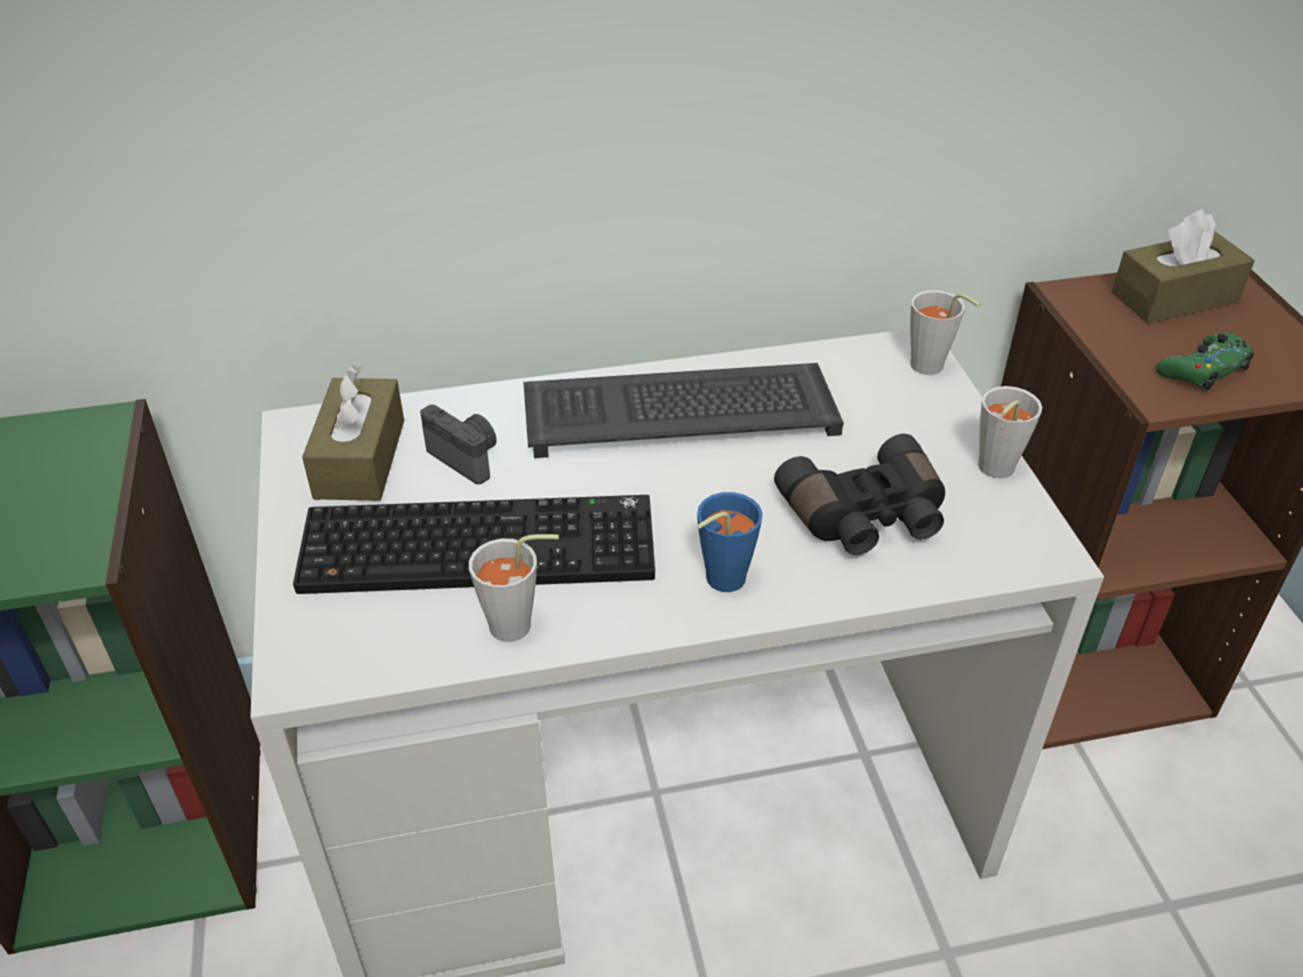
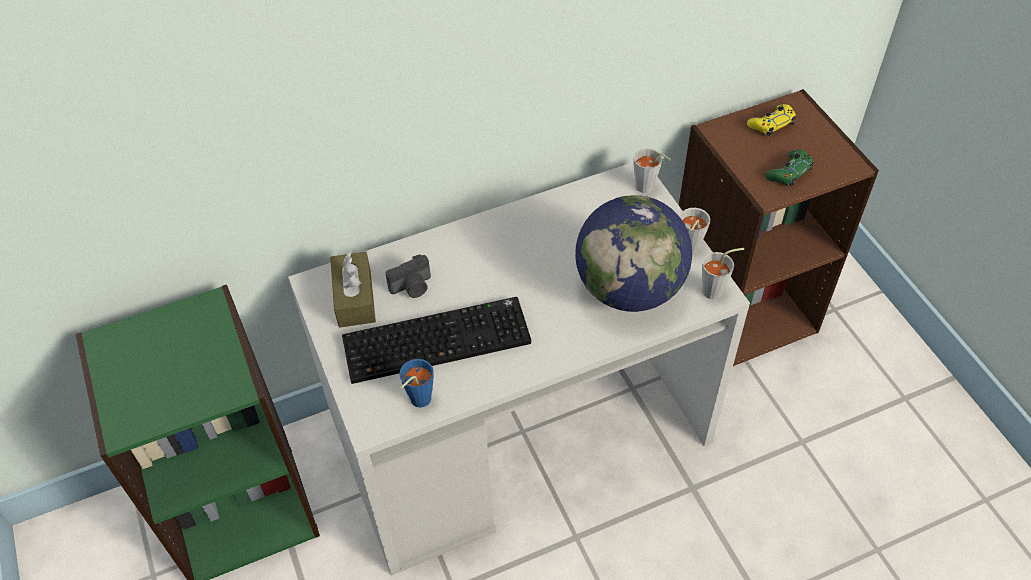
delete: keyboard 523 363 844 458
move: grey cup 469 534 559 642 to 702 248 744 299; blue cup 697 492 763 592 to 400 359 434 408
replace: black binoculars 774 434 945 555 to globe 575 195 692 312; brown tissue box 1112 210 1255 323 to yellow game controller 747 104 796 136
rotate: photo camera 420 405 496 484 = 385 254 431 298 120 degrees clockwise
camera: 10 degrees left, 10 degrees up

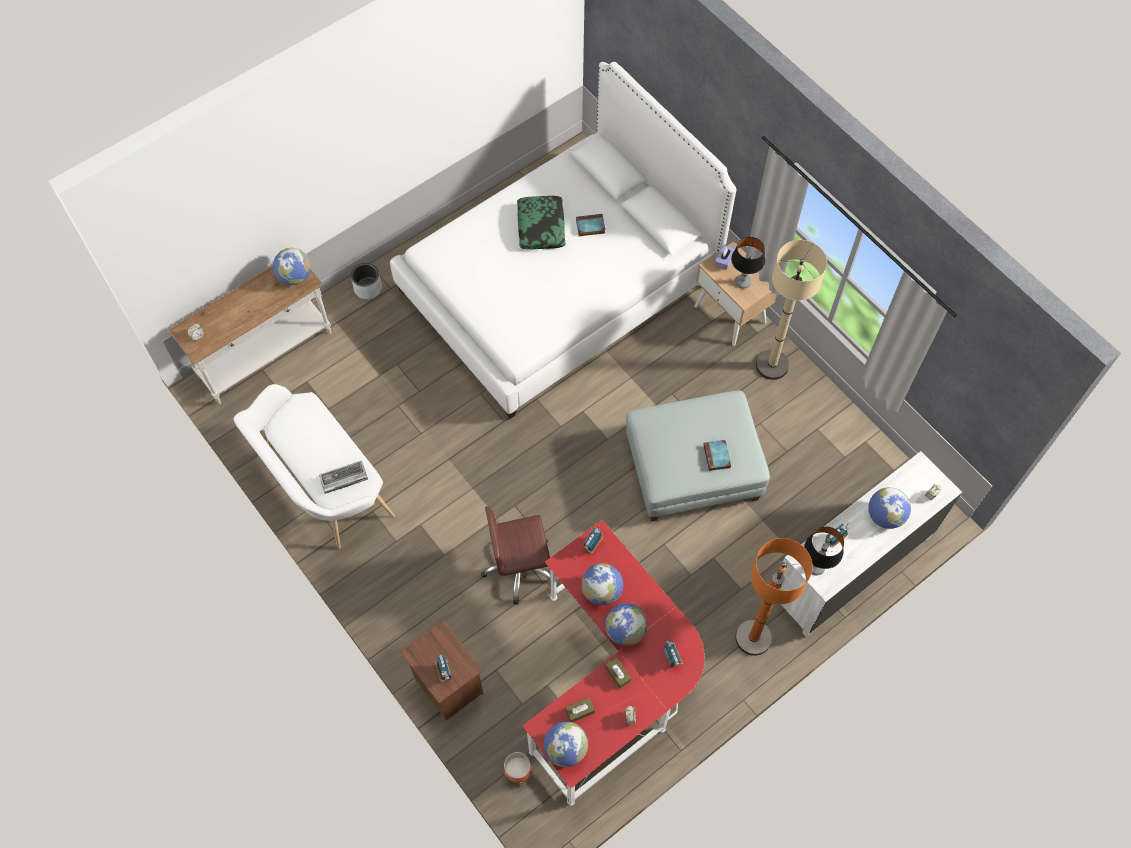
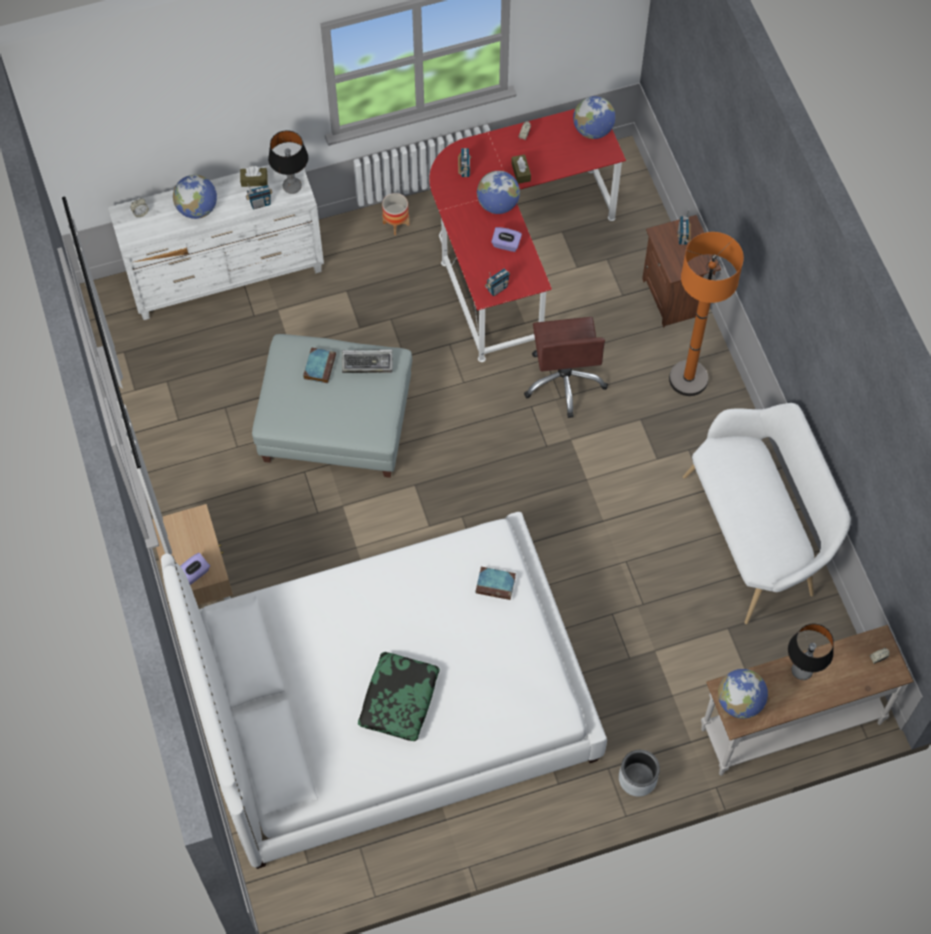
delete: beige floor lamp 756 240 827 380
move: keyboard 319 461 368 494 to 342 349 393 373; planter 504 752 532 786 to 382 193 410 235; brown tissue box 565 697 595 722 to 240 166 268 187; book 576 214 605 236 to 476 567 516 600; table lamp 731 237 765 288 to 788 624 834 680; orange floor lamp 735 538 813 656 to 669 232 744 396
replace: globe 581 563 623 605 to purple tissue box 491 227 522 252
rotate: brown office chair 481 506 557 605 = 524 317 608 418 75 degrees clockwise
camera: 160 degrees left, 0 degrees up

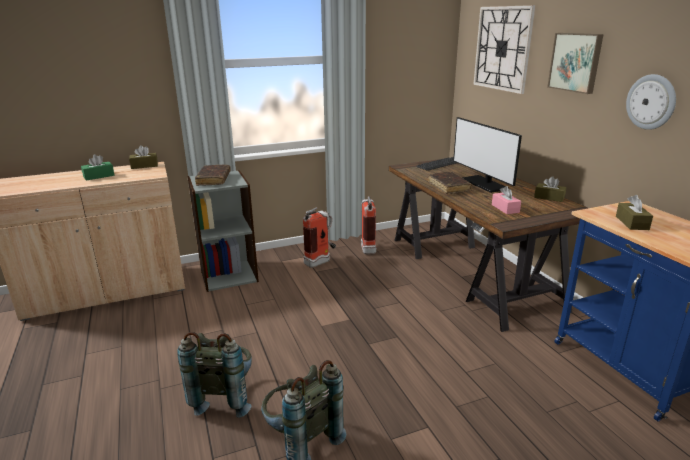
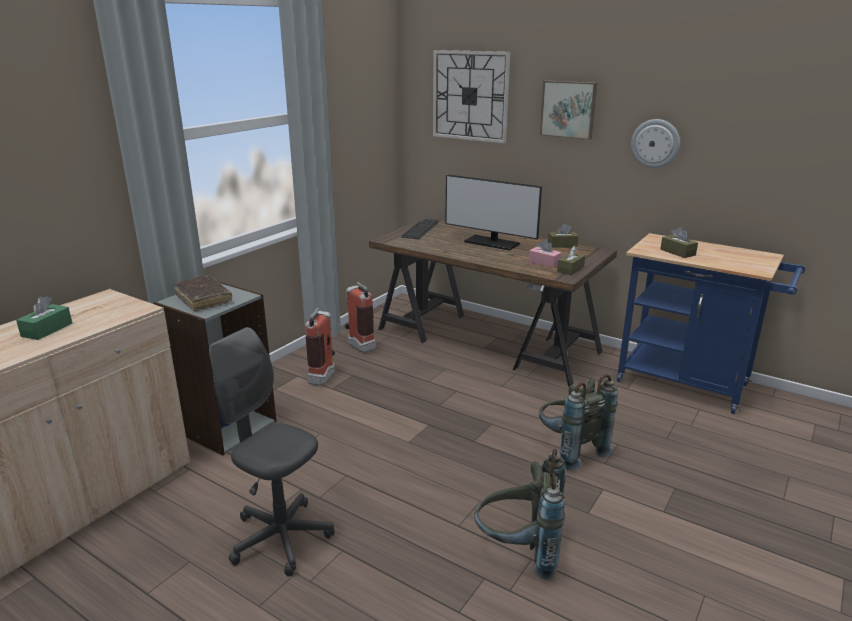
delete: brown book 428 172 472 194
insert: grey office chair 209 327 335 577
move: brown tissue box 129 145 158 169 to 557 246 585 275; grey backpack 178 332 252 418 to 539 374 618 471
camera: 35 degrees left, 0 degrees up

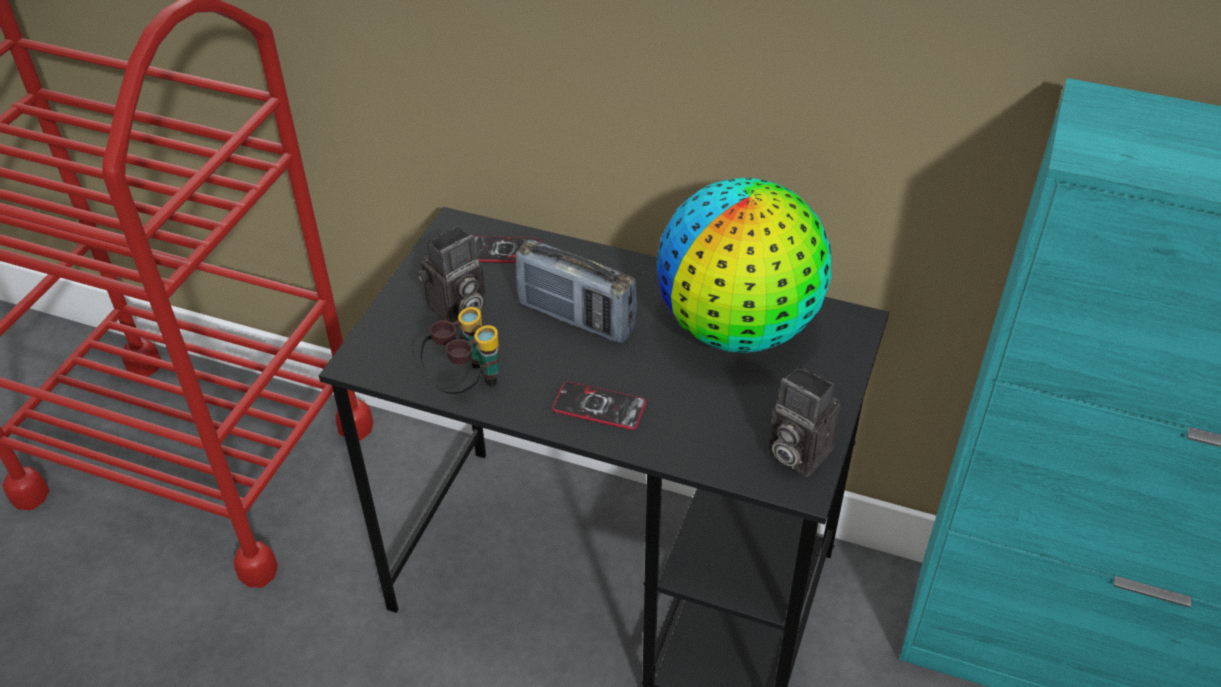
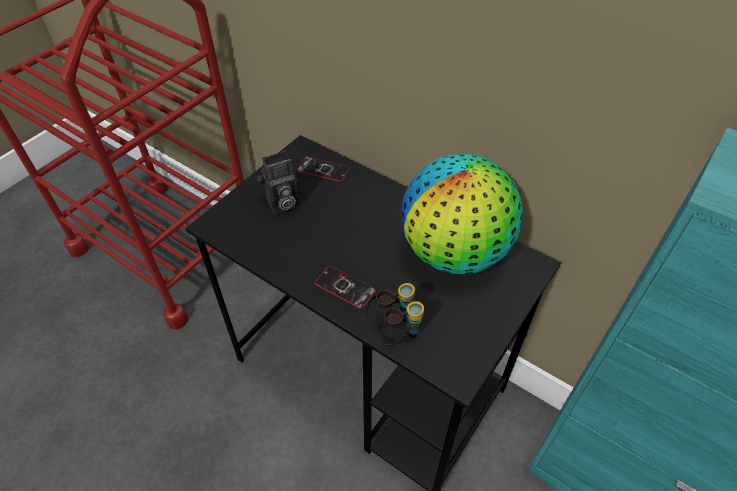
delete: radio 515 239 637 343; photo camera 768 366 841 476
move: binoculars 420 307 500 394 to 366 283 424 346
camera: 15 degrees right, 5 degrees up

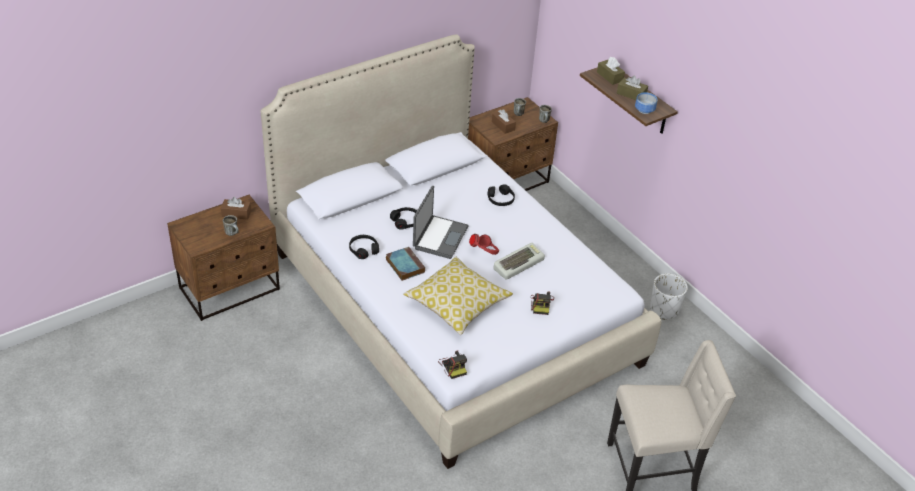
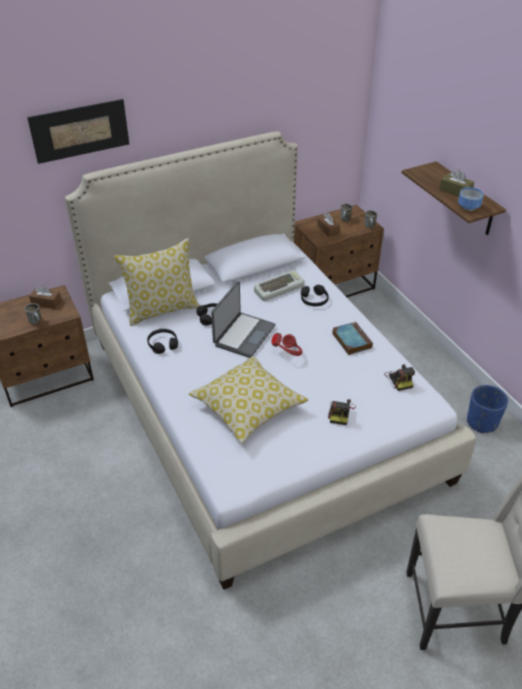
delete: brown tissue box 597 57 625 85
insert: picture 27 99 129 164; pillow 114 238 200 326
move: book 386 247 425 281 to 332 322 373 355; photo camera 438 350 467 379 to 384 364 415 391; keyboard 493 243 545 280 to 254 270 304 301
recolor: white planter 650 274 688 320 to blue planter 467 385 508 433
camera: 10 degrees right, 0 degrees up

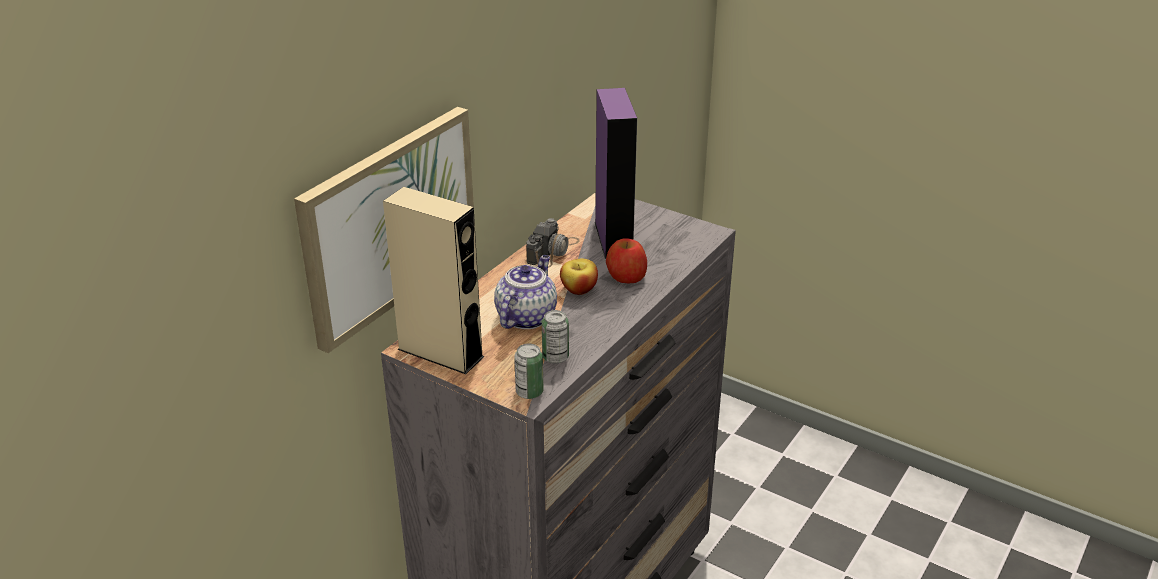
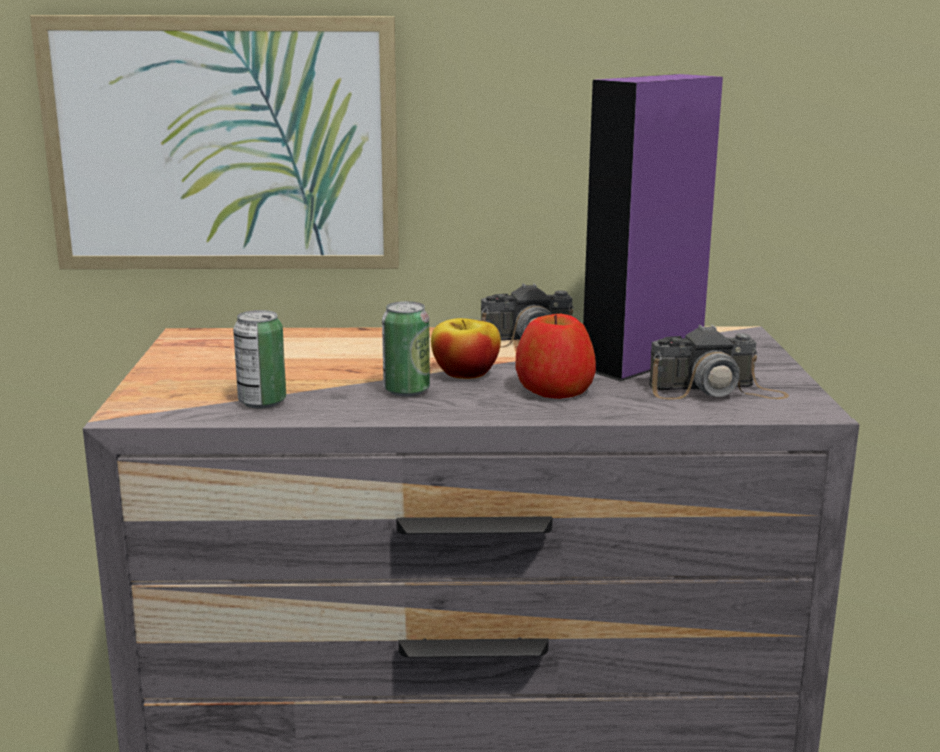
delete: beige speaker 383 187 484 374; teapot 494 255 557 329
insert: photo camera 649 324 789 400
move: can 514 343 543 399 to 382 301 430 397
camera: 55 degrees right, 15 degrees down

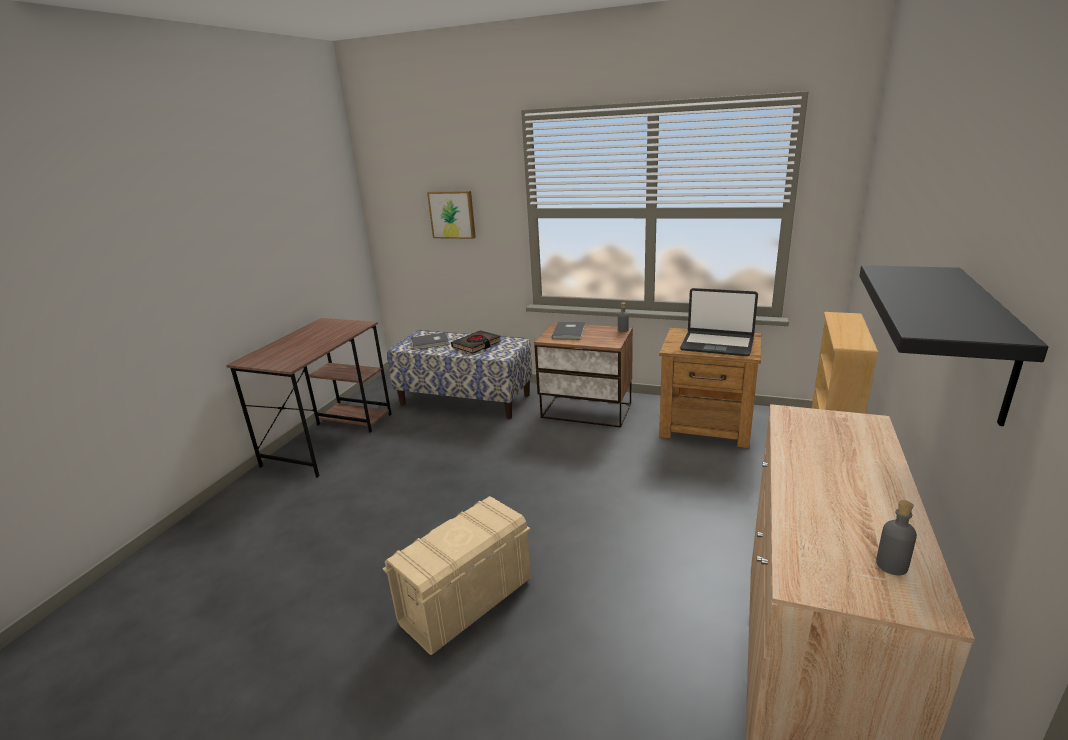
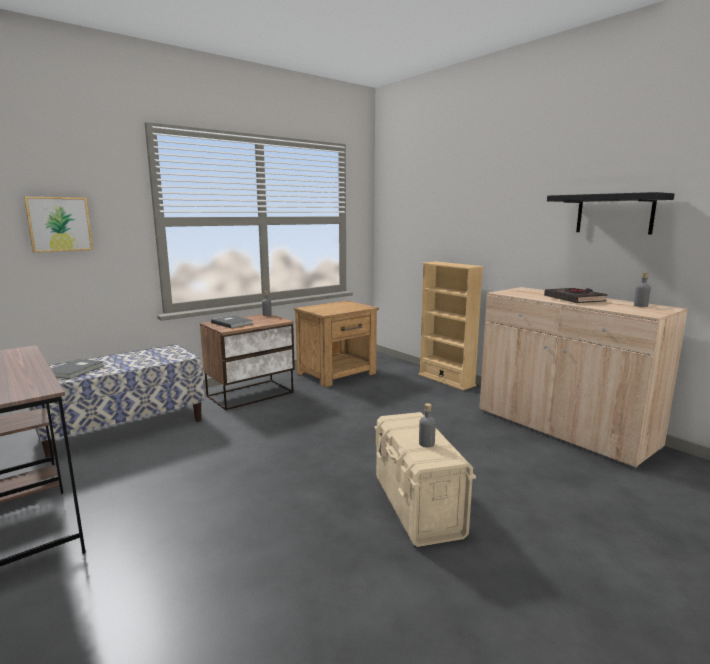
delete: laptop 680 288 758 356
insert: grey bottle 419 403 436 447
move: black book 451 330 501 354 to 544 288 608 303
camera: 60 degrees left, 10 degrees down

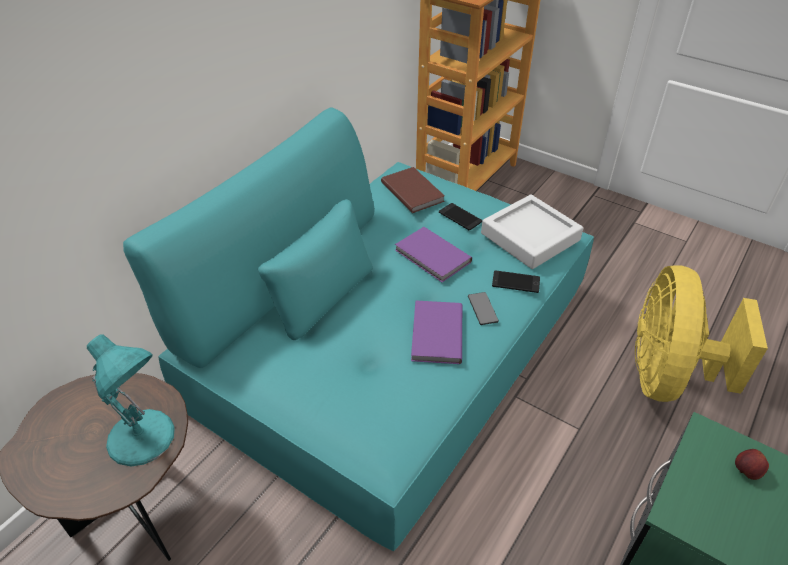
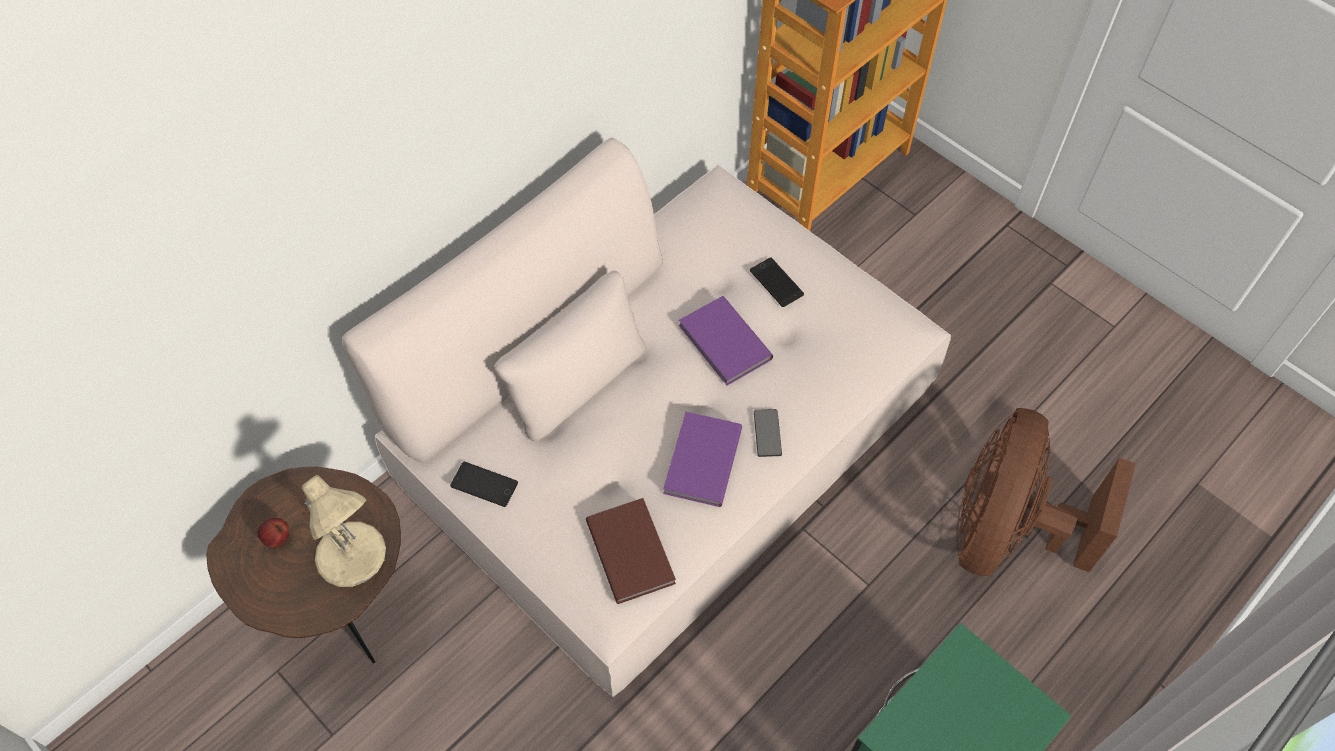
delete: grey tray 481 194 583 269
move: brown book 381 167 445 213 to 586 498 676 604; phone 492 270 540 293 to 450 462 518 507; apple 735 449 769 480 to 258 518 289 548
recolor: turquoise table lamp 87 334 175 466 to beige table lamp 302 475 386 587; turquoise sofa 123 108 594 551 to beige sofa 342 138 951 697; yellow fan 635 265 768 402 to brown fan 956 408 1136 576
camera: 10 degrees right, 15 degrees up

